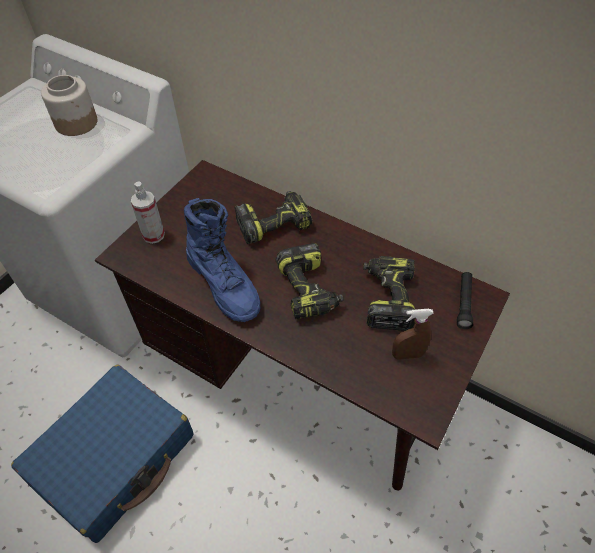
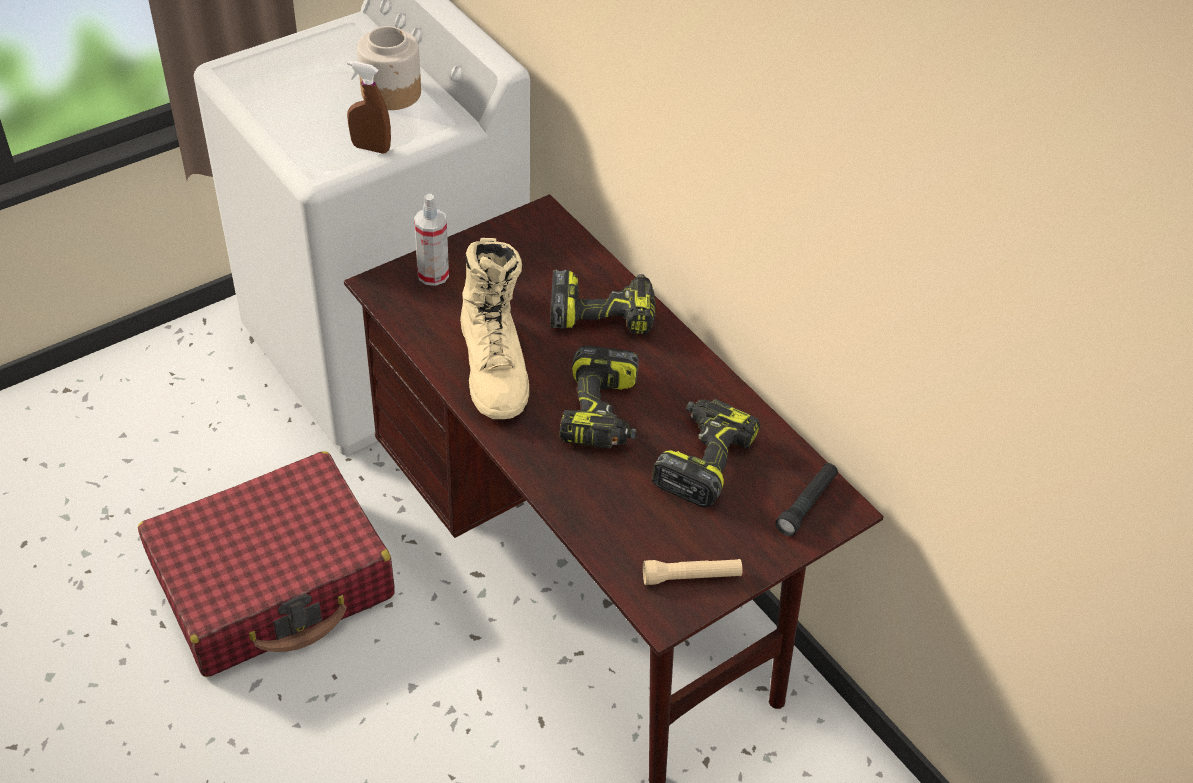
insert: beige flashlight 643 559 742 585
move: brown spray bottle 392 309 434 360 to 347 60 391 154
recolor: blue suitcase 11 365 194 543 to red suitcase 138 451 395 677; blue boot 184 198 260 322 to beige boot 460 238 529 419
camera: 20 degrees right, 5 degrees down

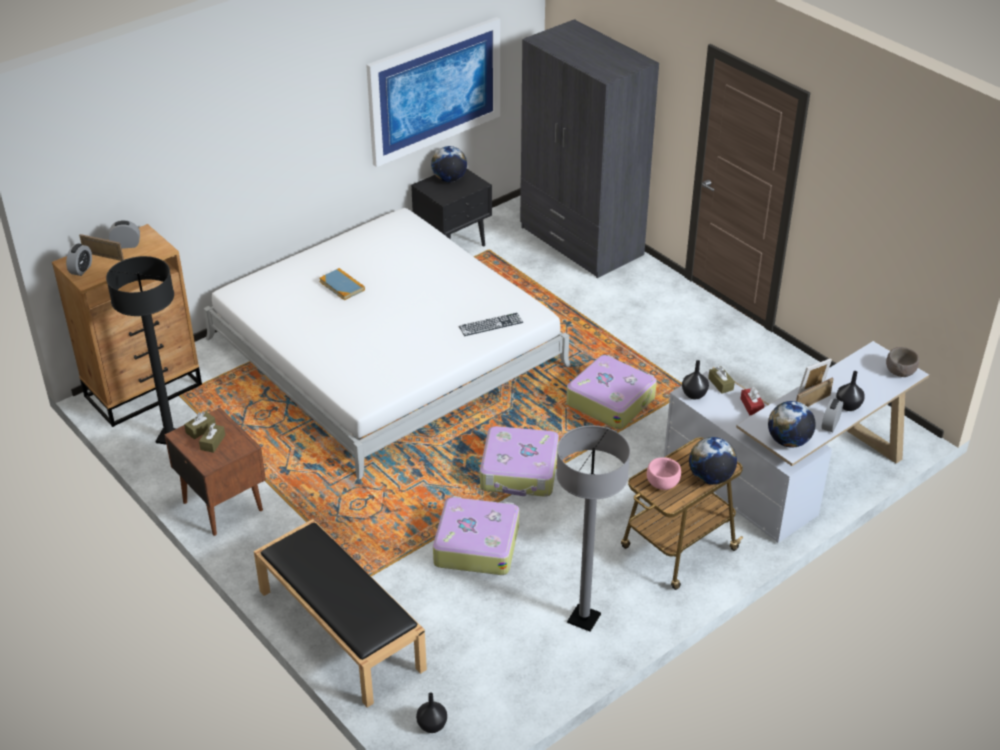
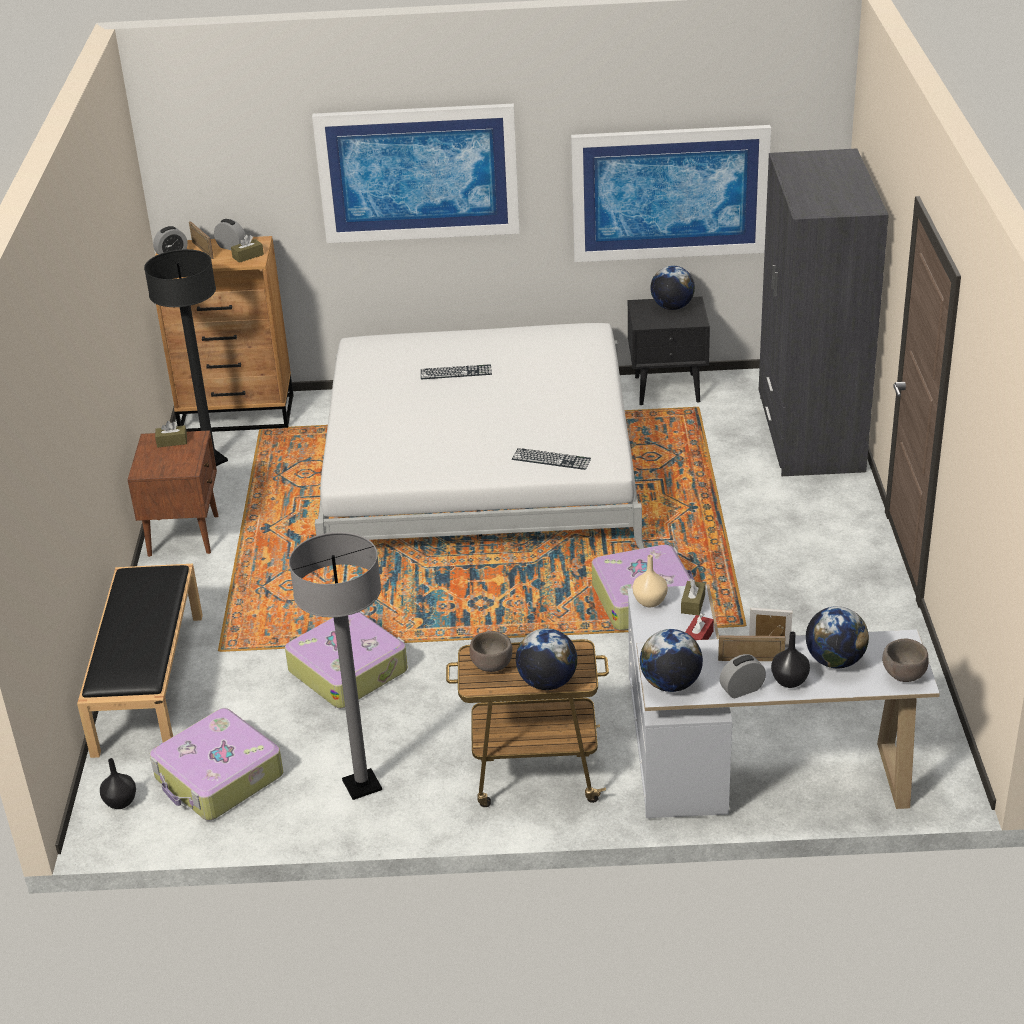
insert: picture 312 104 520 243; globe 806 606 869 668
move: brown tissue box 199 423 225 453 to 231 235 264 263; suitcase 480 426 559 497 to 150 708 283 820
replace: book 320 268 365 300 to keyboard 421 364 492 379
recolor: pink bowl 647 457 681 490 to brown bowl 470 631 513 672; black vase 682 360 709 400 to beige vase 633 555 668 607
camera: 40 degrees right, 5 degrees down

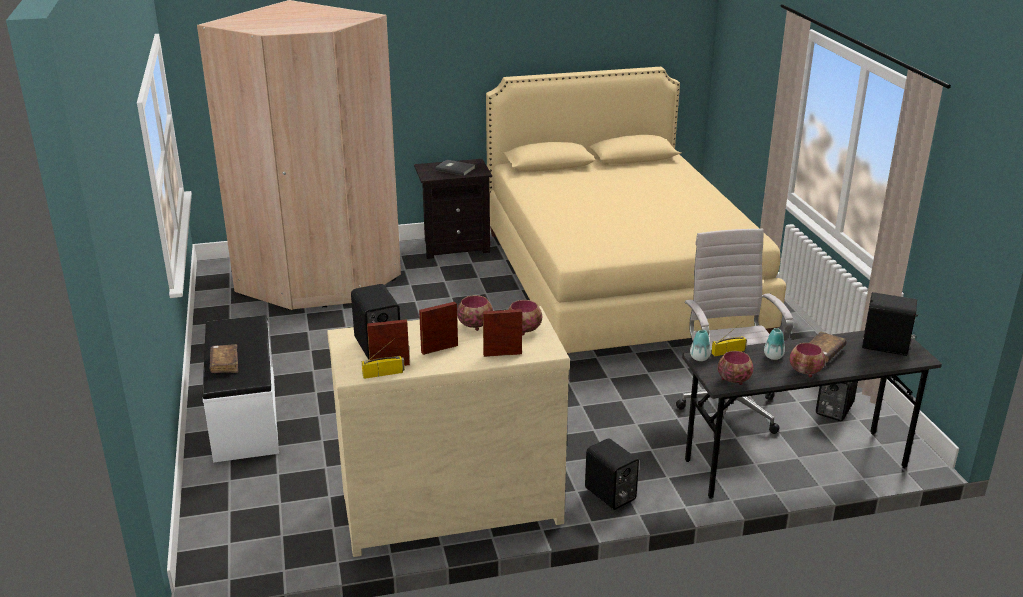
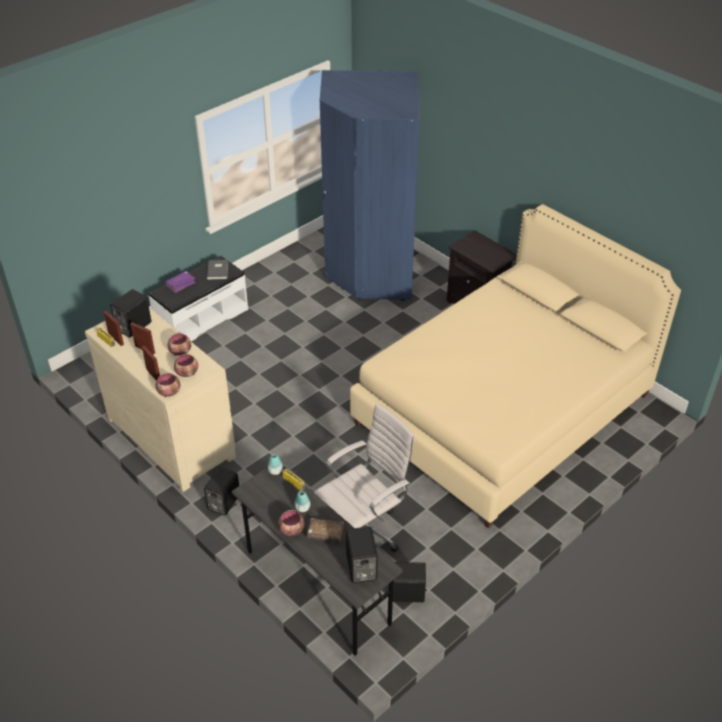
move: grey book 435 160 475 176 to 207 260 228 280; bowl 718 351 754 385 to 155 373 181 397
recolor: beige wardrobe 197 0 401 310 to blue wardrobe 320 70 420 301; brown book 210 344 238 373 to purple book 166 271 195 293
camera: 60 degrees right, 15 degrees up

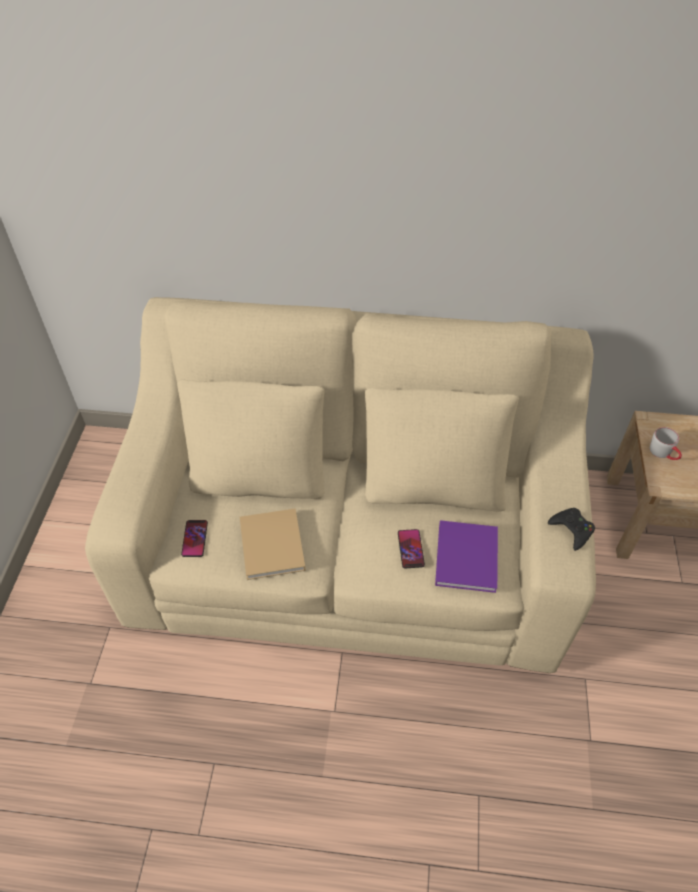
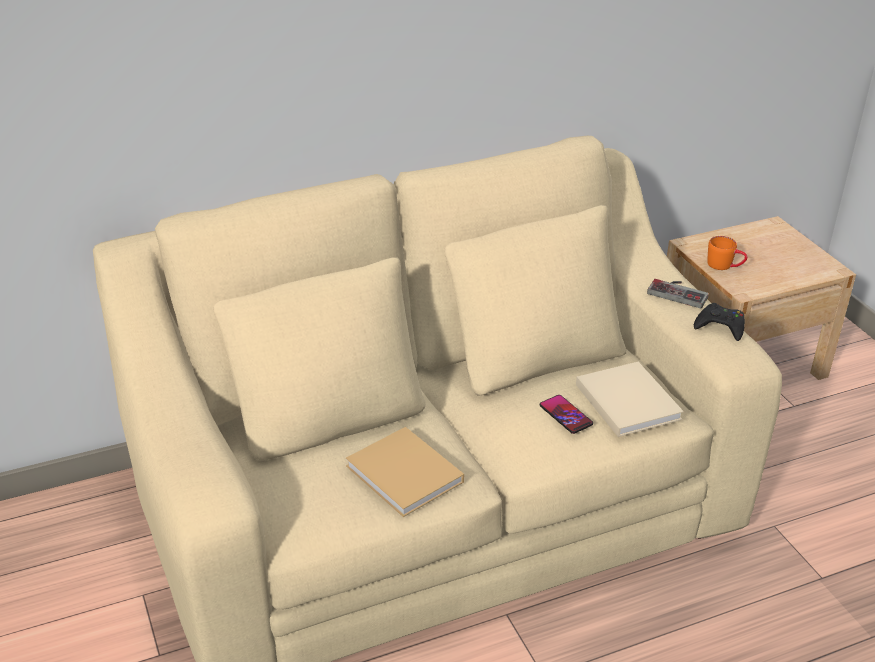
delete: phone 181 520 208 557
insert: game controller 647 279 709 308
recolor: purple book 435 520 498 593 to beige book 576 362 684 437; grey mug 650 427 682 460 to orange mug 707 236 747 270
camera: 30 degrees left, 15 degrees down

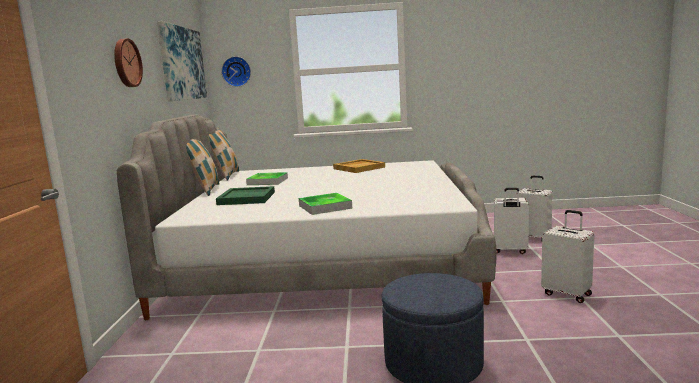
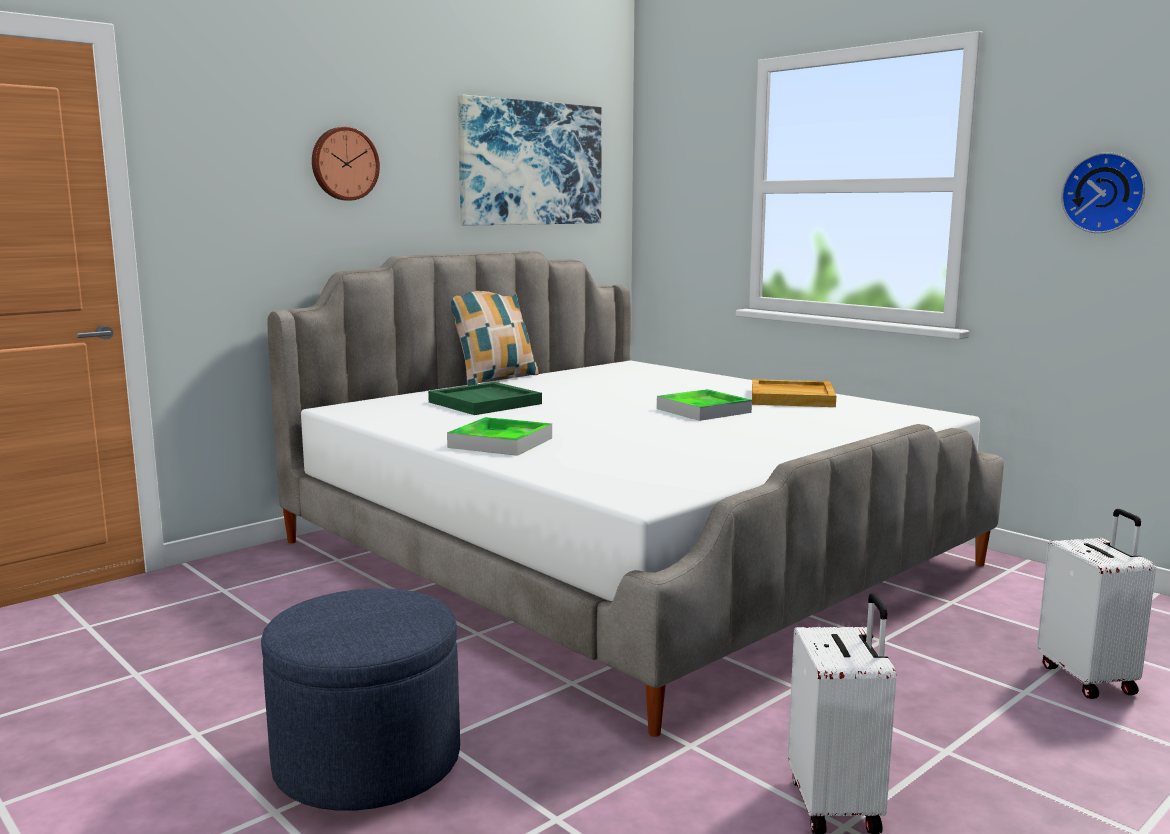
delete: pillow 209 128 239 181; white suitcase 494 188 529 254
move: wall clock 221 56 251 87 to 1061 152 1145 233; tray 246 172 288 185 to 657 389 752 421
camera: 45 degrees right, 0 degrees up

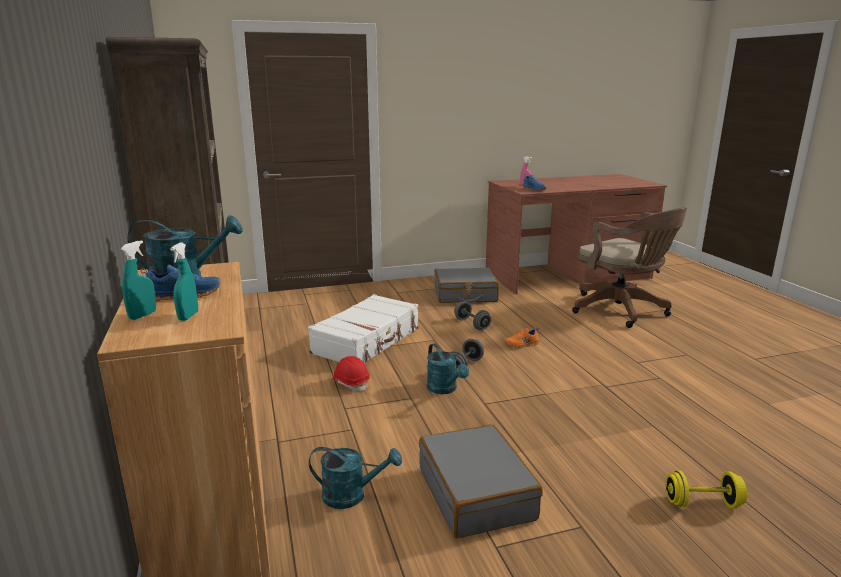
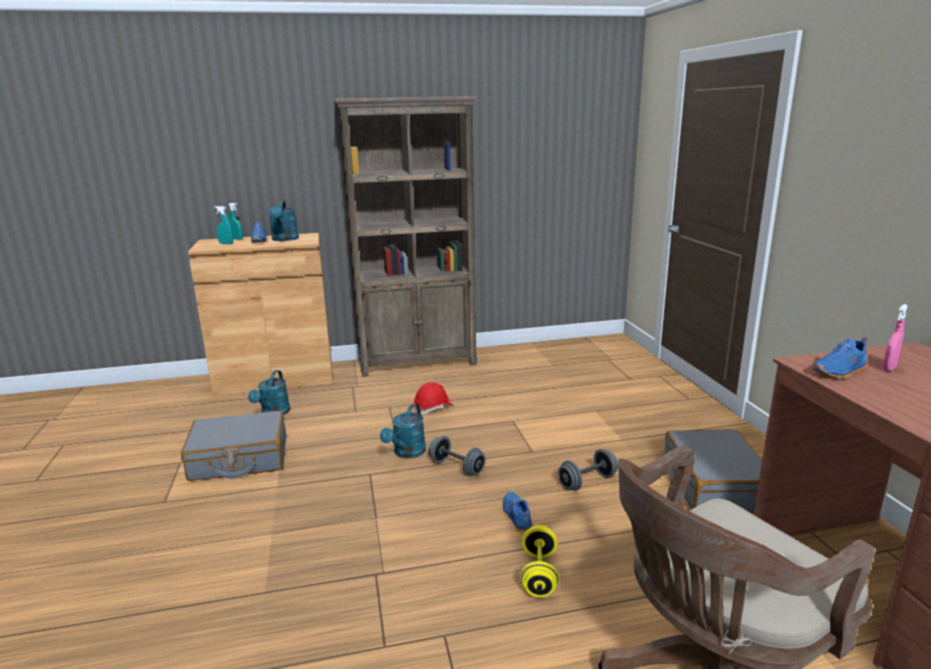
delete: white suitcase 308 294 418 363
move: yellow dumbbell 665 470 747 509 to 520 525 559 598
recolor: orange shoe 504 327 539 349 to blue shoe 503 492 532 532
rotate: turquoise watering can 427 343 469 394 = 380 404 426 458 45 degrees counterclockwise
camera: 95 degrees right, 0 degrees up

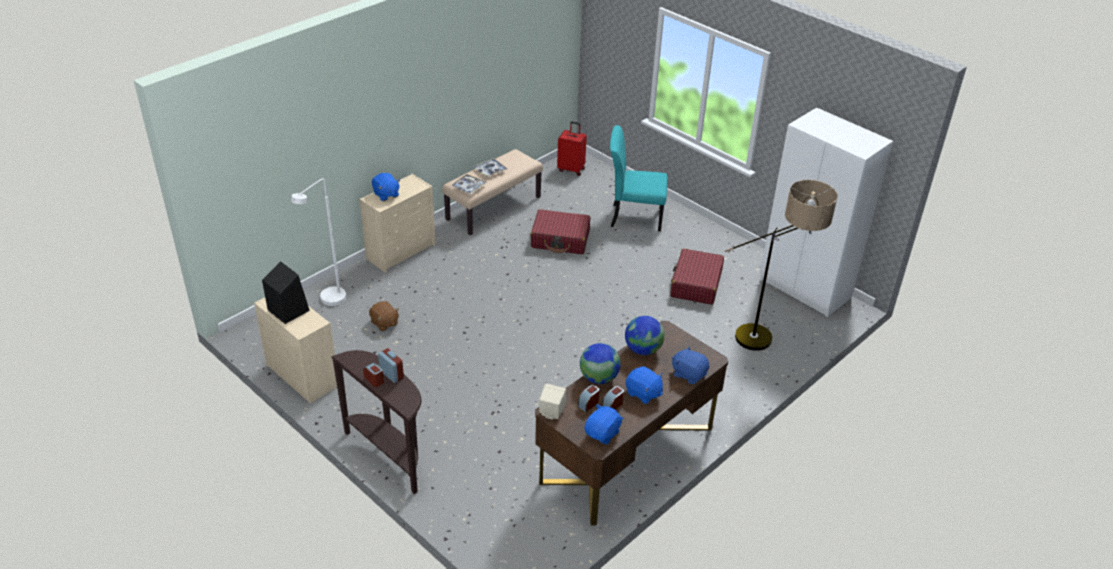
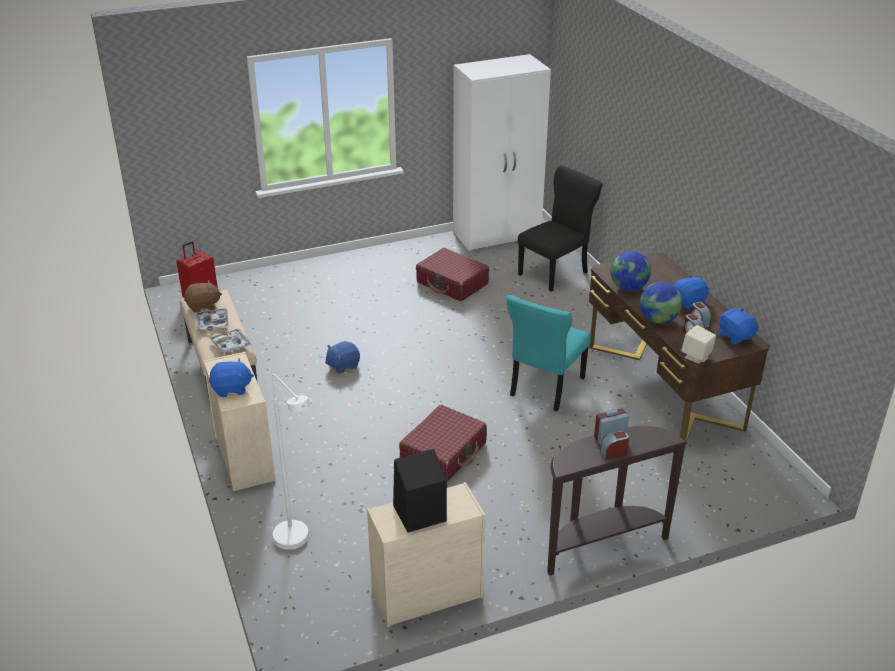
move: brown plush toy 369 301 399 331 to 184 281 222 313; red suitcase 531 209 590 254 to 399 405 487 482; turquoise chair 610 125 668 231 to 506 295 591 411; blue plush toy 672 346 709 385 to 325 341 360 373
replace: floor lamp 725 180 838 351 to black chair 517 166 603 292
camera: 65 degrees left, 5 degrees down

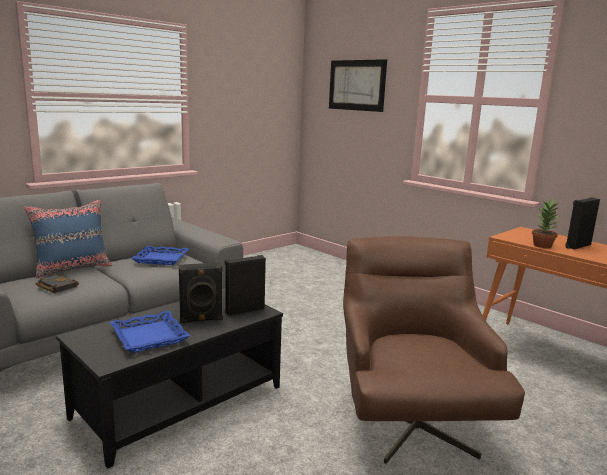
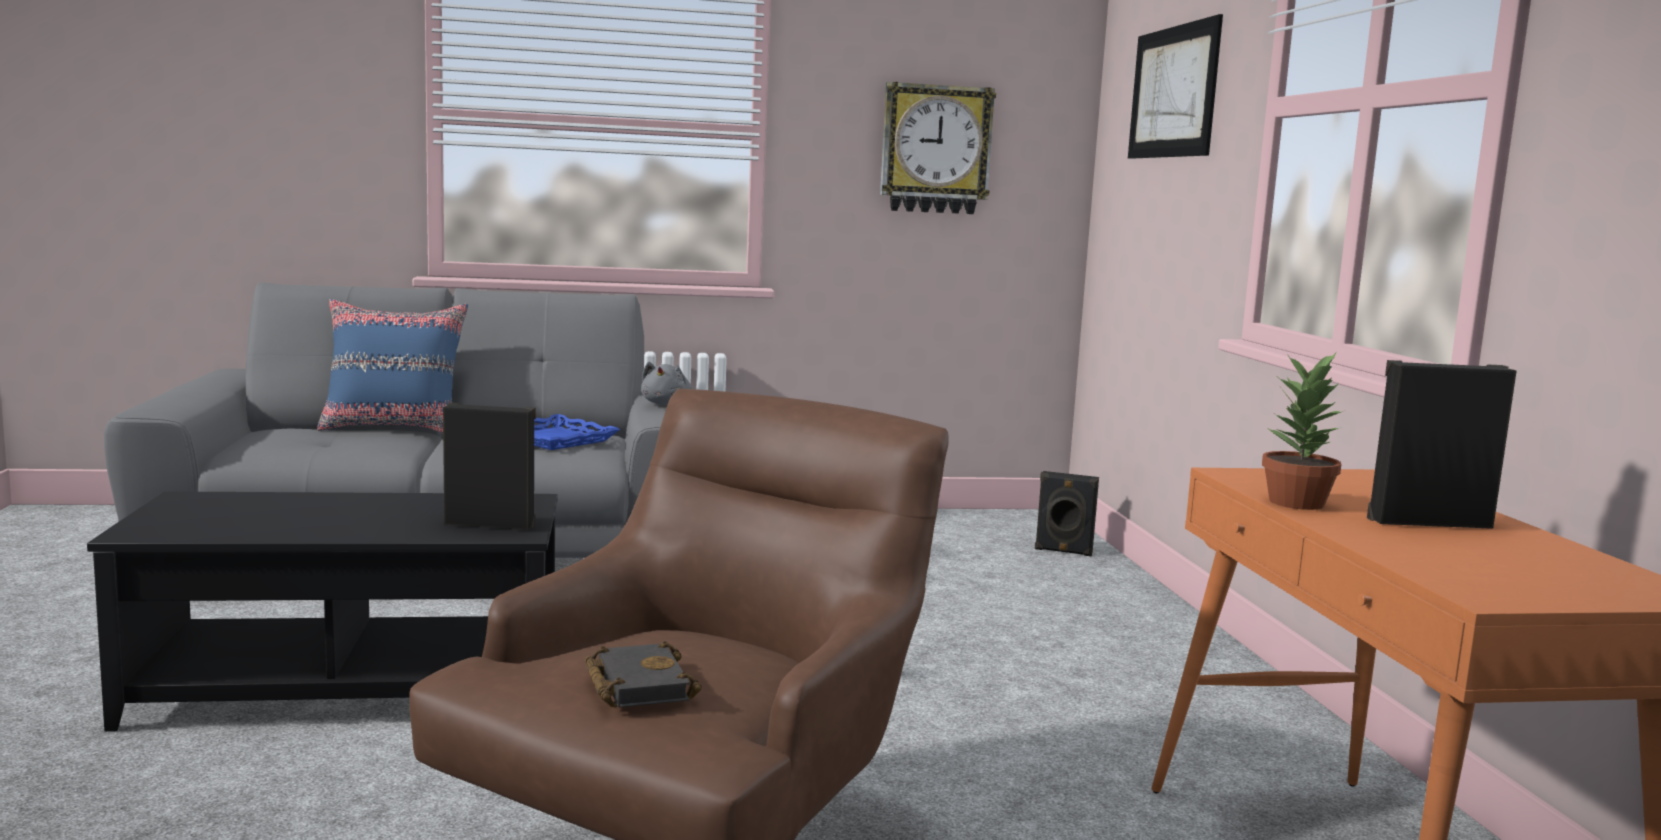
delete: blue tray 110 311 190 353
insert: grey plush toy 641 362 692 405; wall clock 880 82 996 214
move: black book 36 274 79 293 to 585 641 702 708; black speaker 178 262 223 323 to 1035 471 1099 557
camera: 35 degrees right, 5 degrees down

